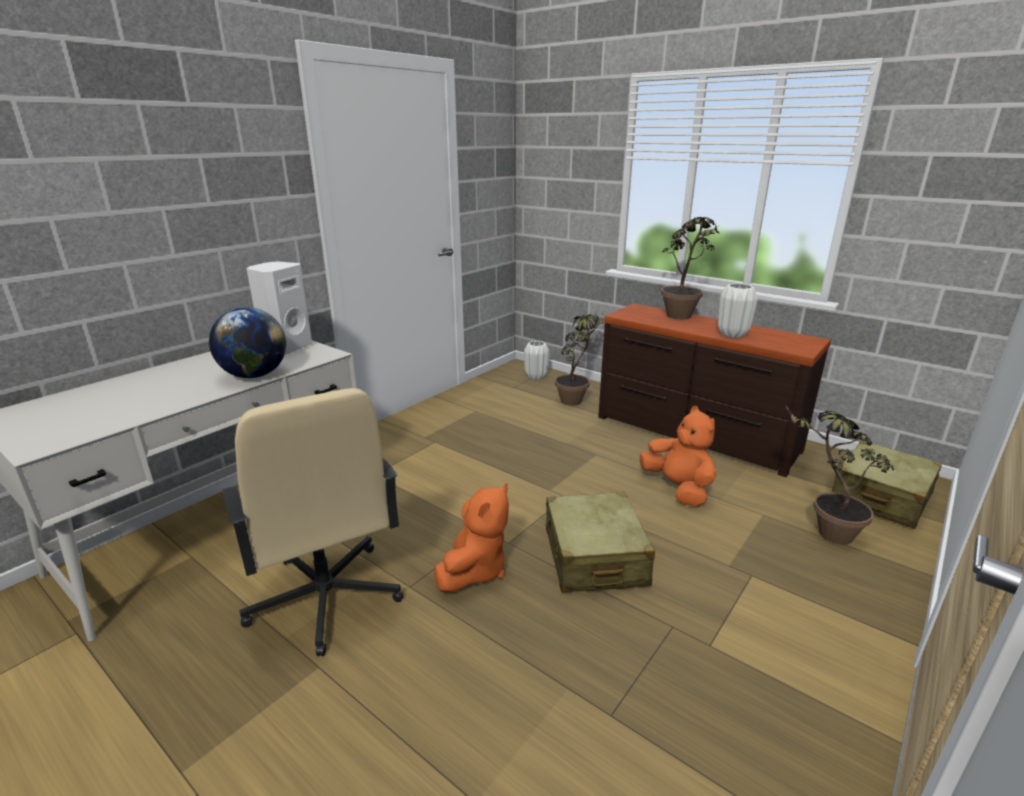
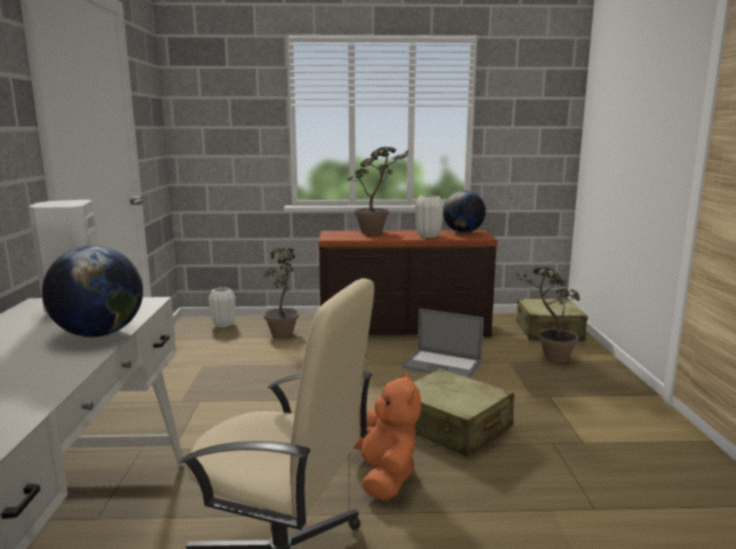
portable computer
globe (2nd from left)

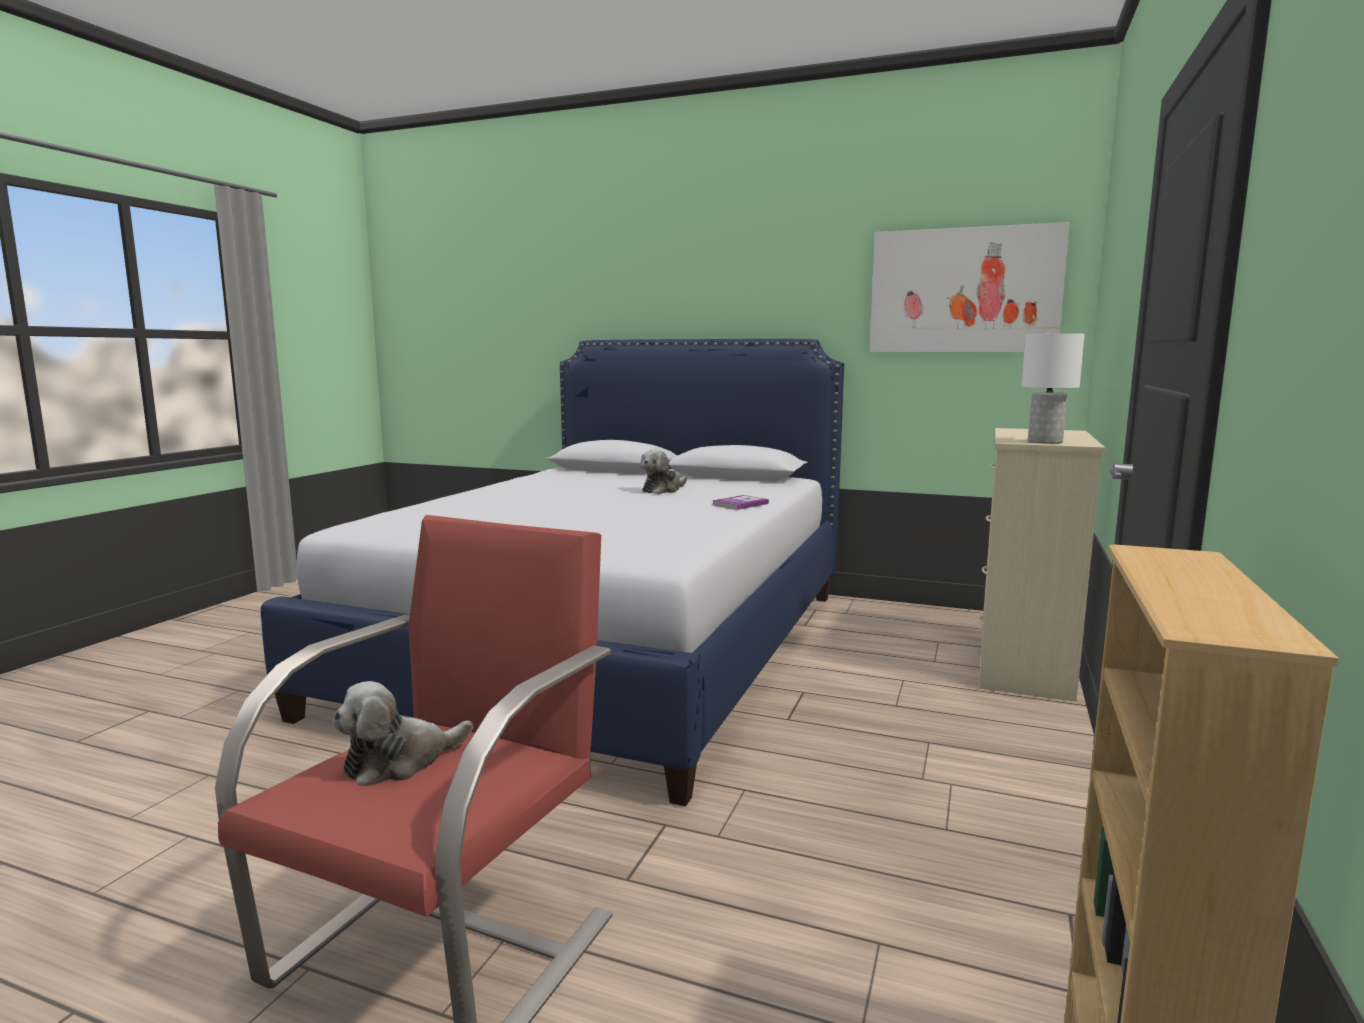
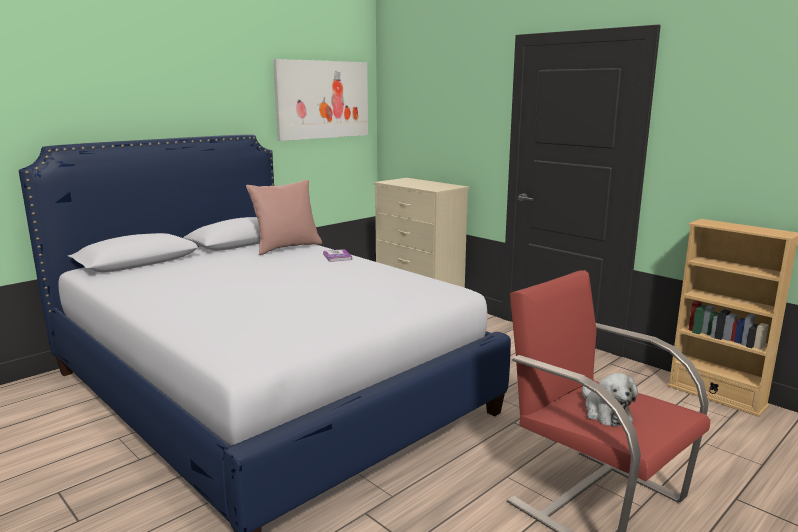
soft toy (2nd from left in the first image)
white-coloured lamp for a table
pink-coloured pillow

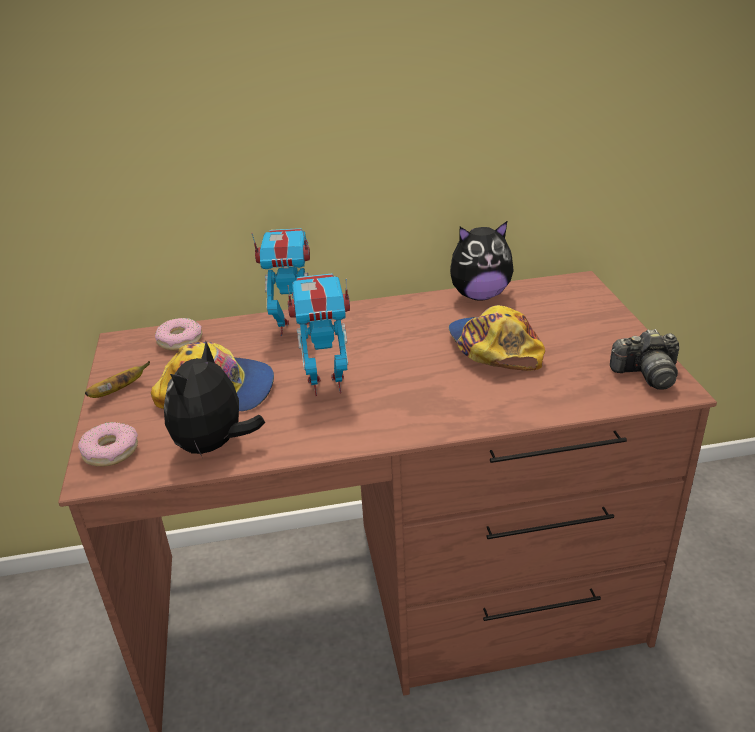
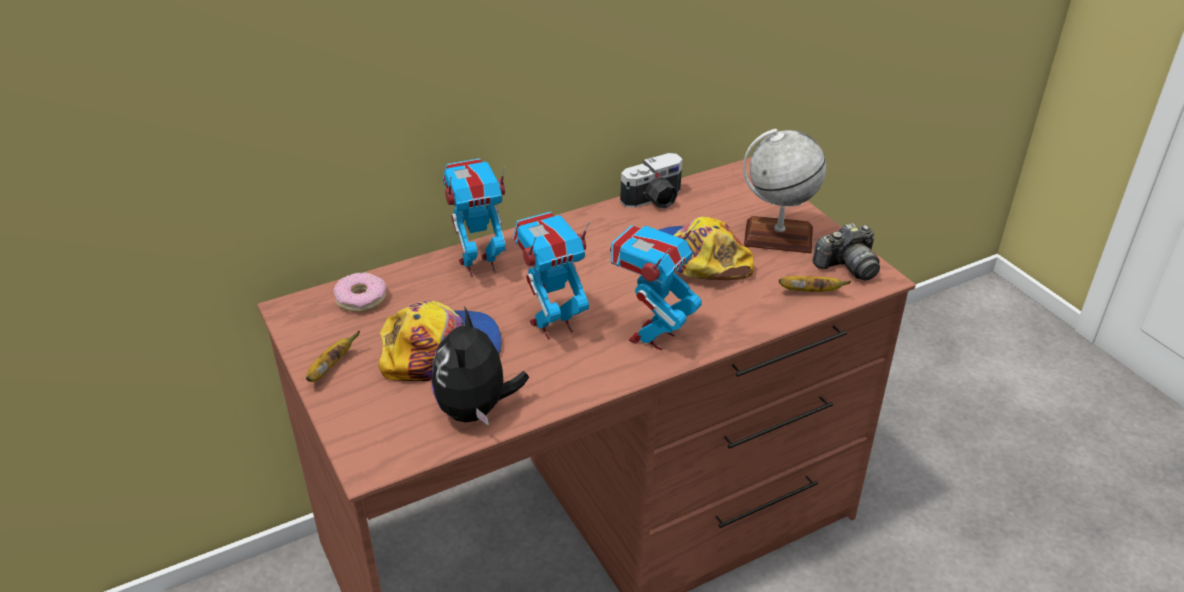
donut (1st from left in the first image)
still camera (1st from left)
toy robot (3rd from left)
globe
whole banana (2nd from left)

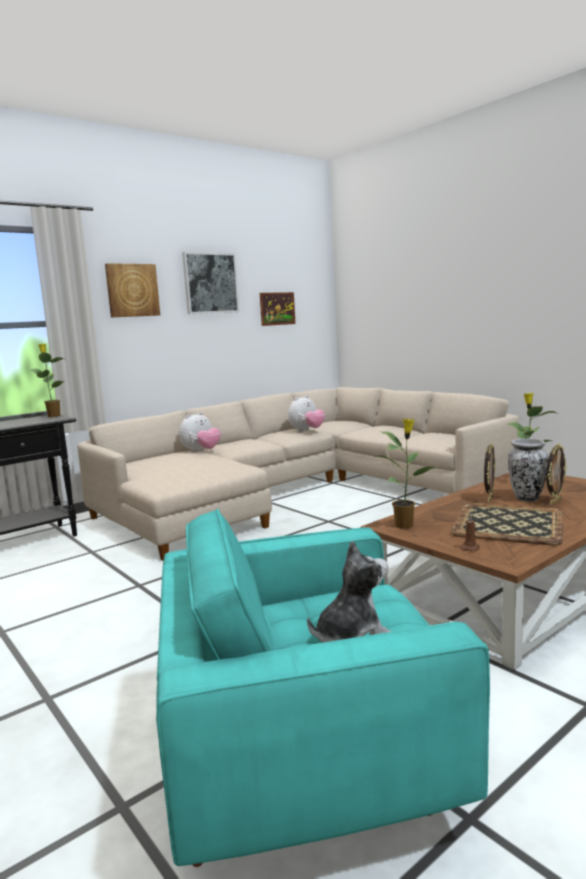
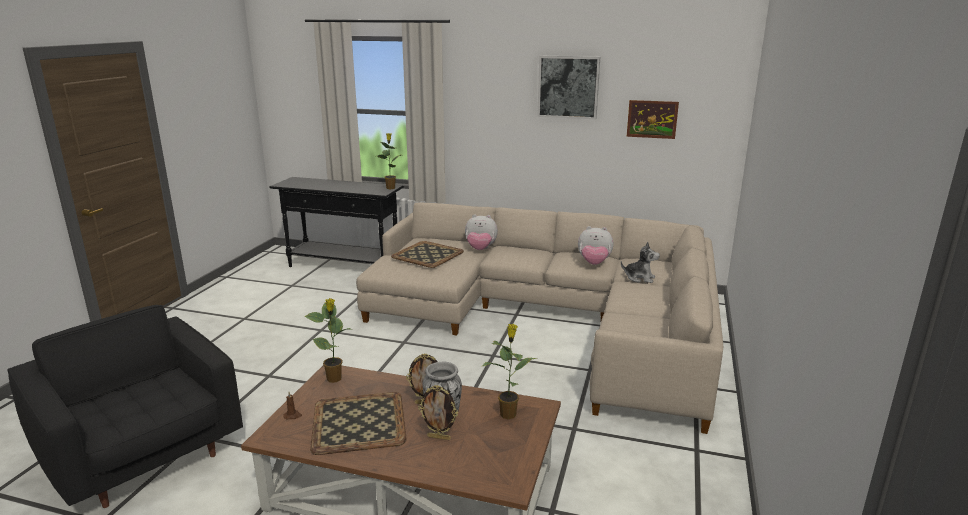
picture (1st from left in the first image)
blackish easy chair
soft toy (3rd from left)
carrying tray (2nd from left)

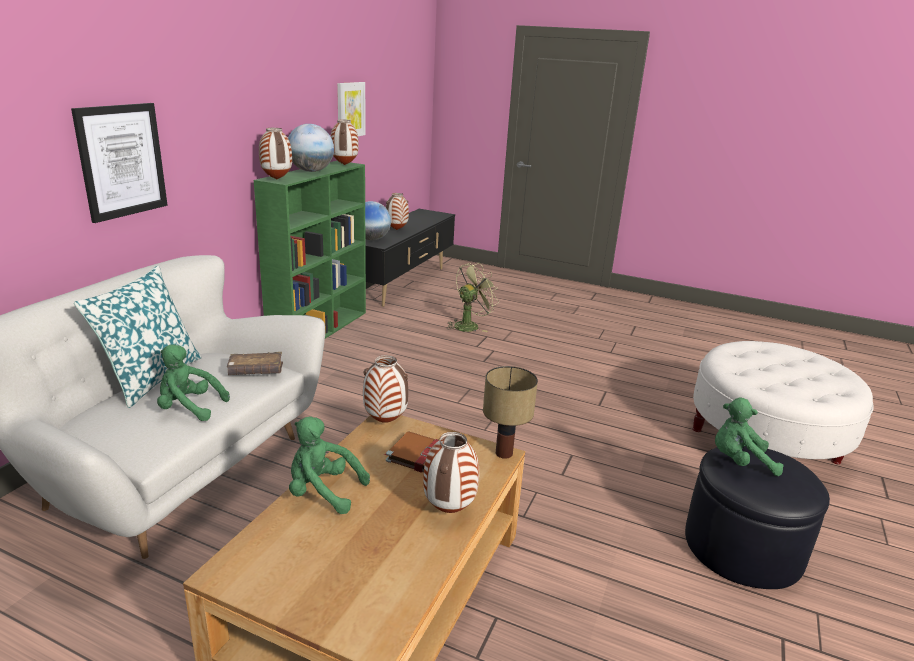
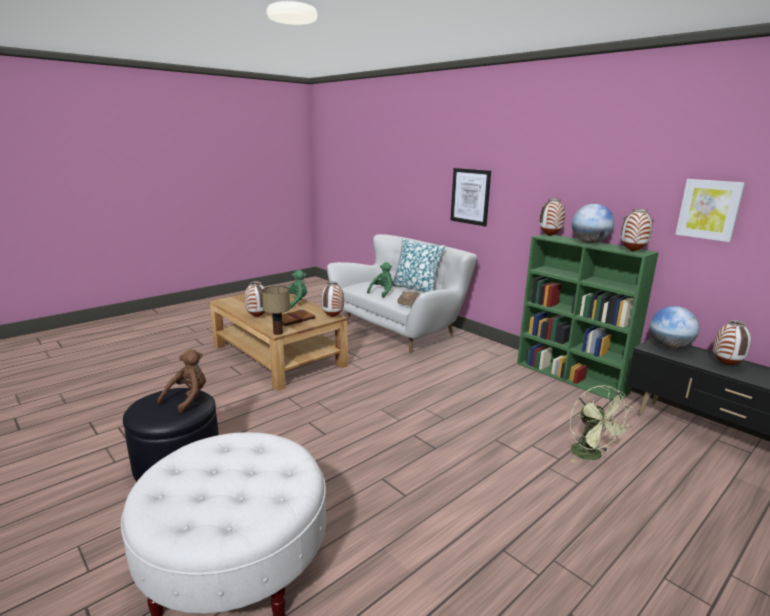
brown-coloured soft toy

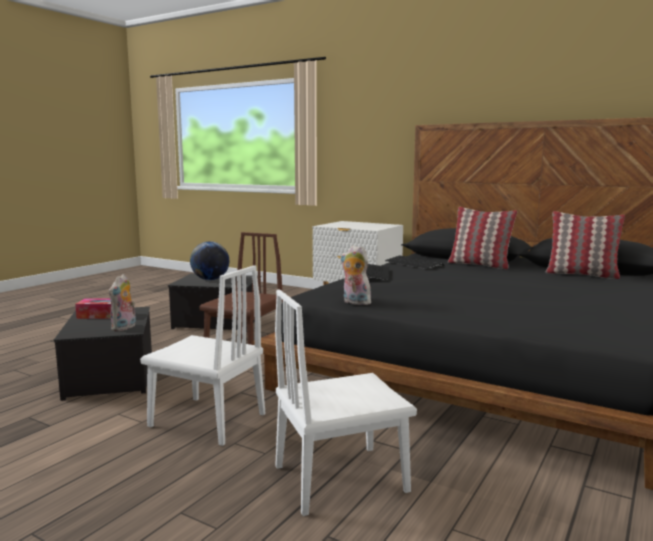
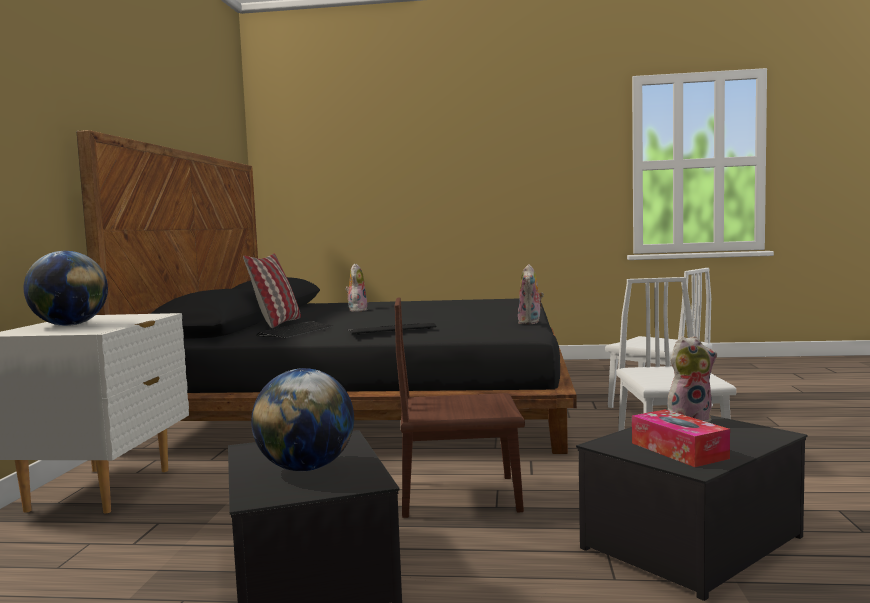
pillow (2nd from left in the first image)
globe (1st from left)
soft toy (1st from left)

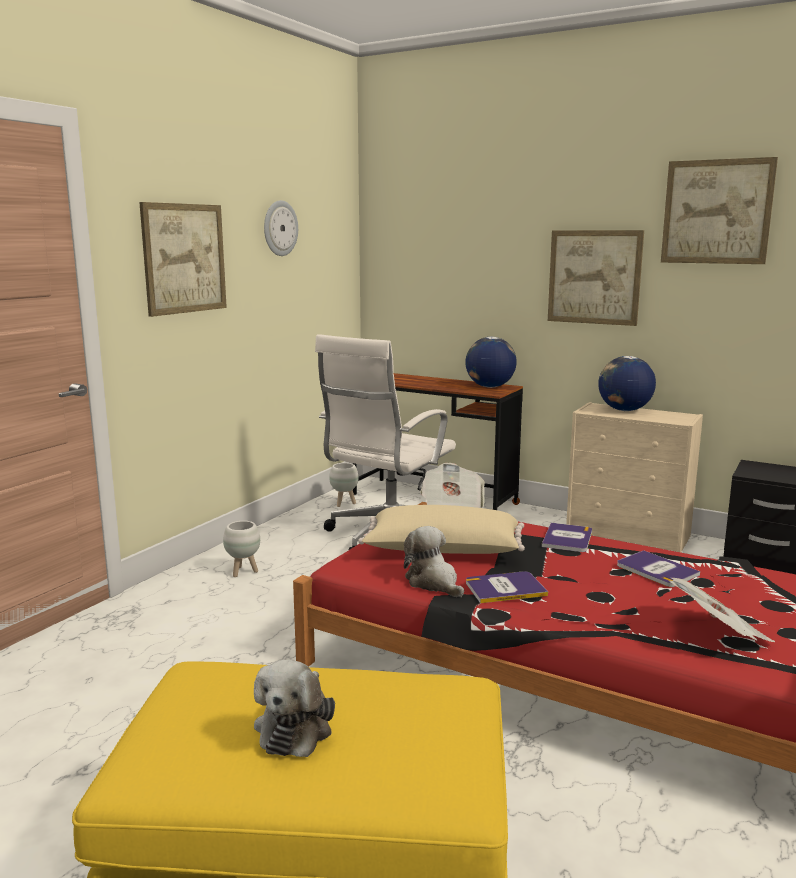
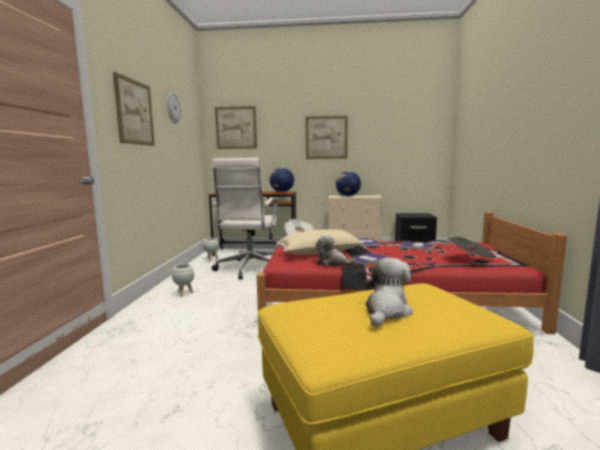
soft toy (2nd from left)
picture (2nd from left)

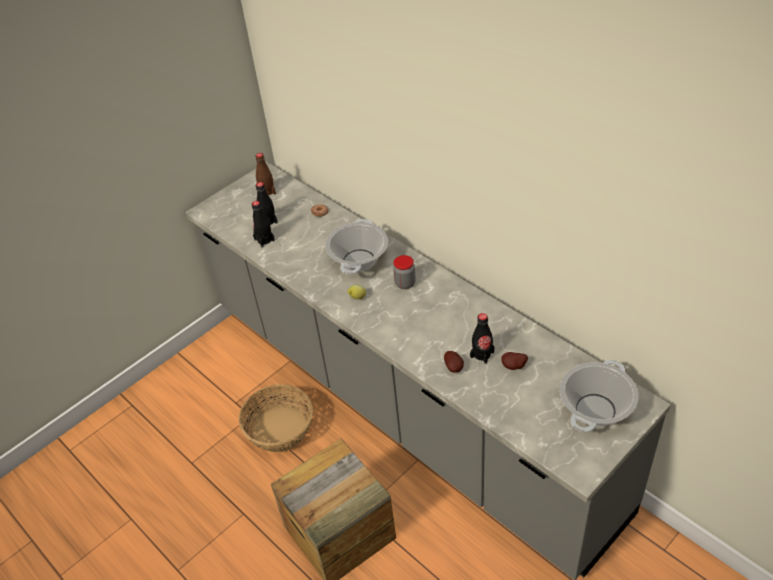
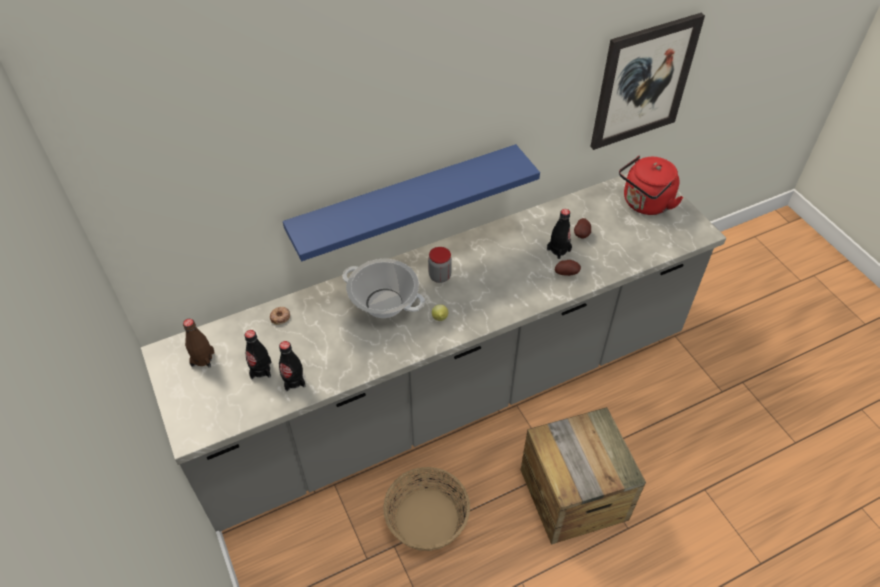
red-coloured kettle
blue bracket shelf
picture

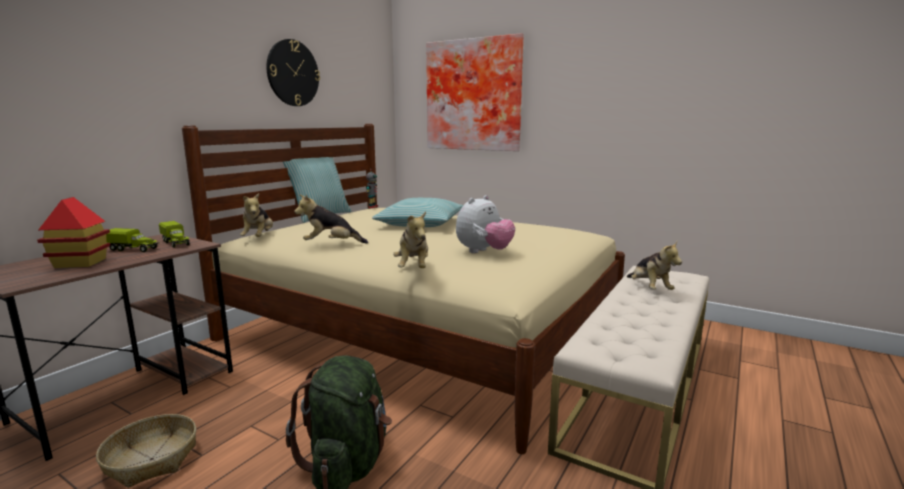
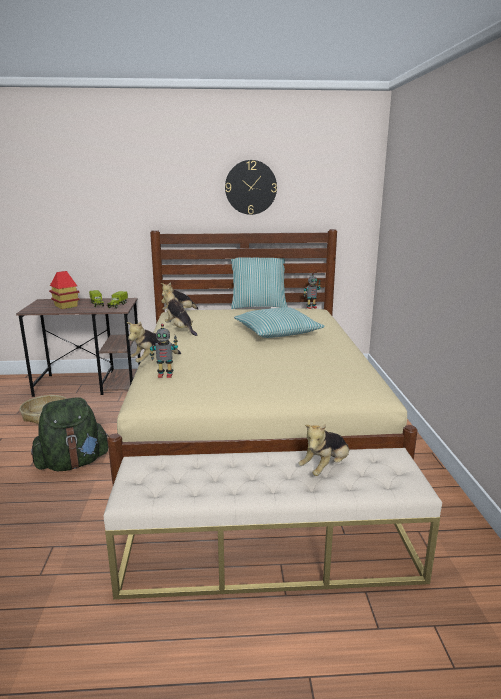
picture
soft toy (4th from left in the first image)
toy robot (1st from left)

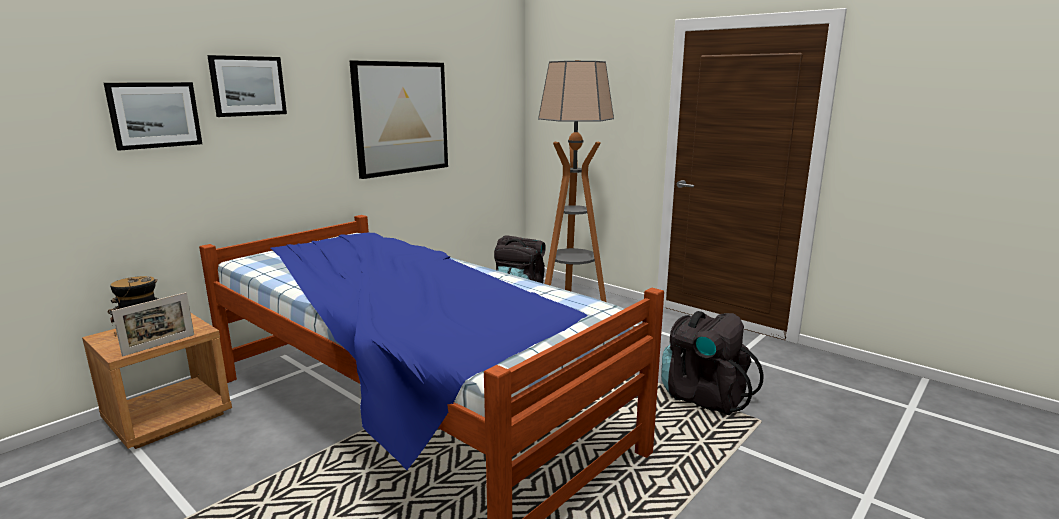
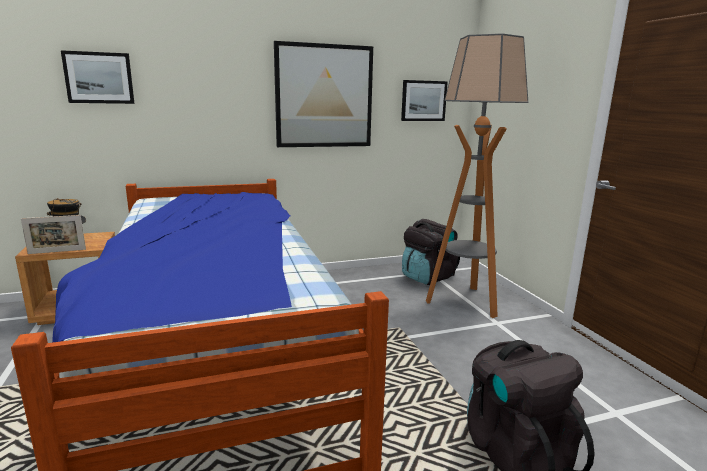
picture (3rd from left)

